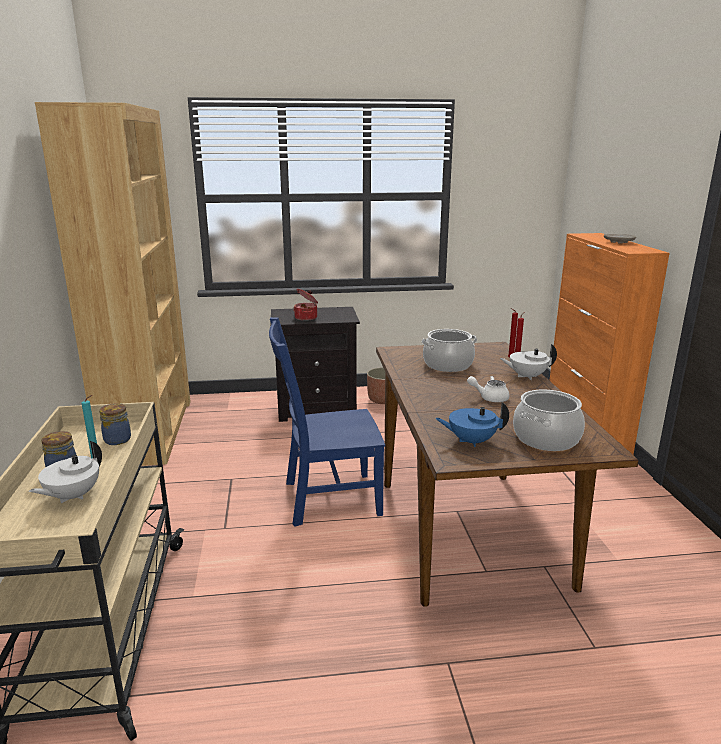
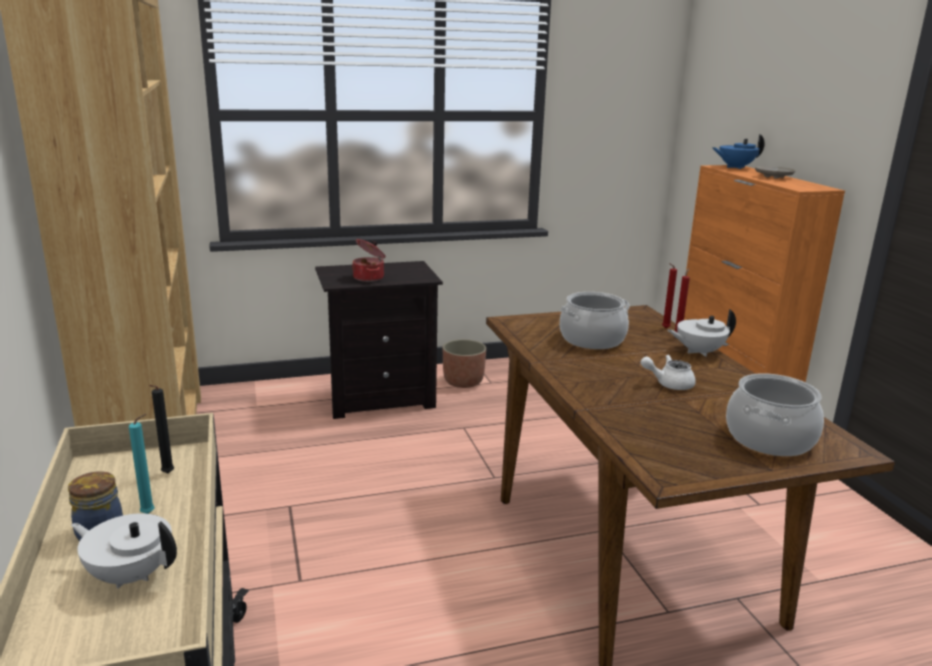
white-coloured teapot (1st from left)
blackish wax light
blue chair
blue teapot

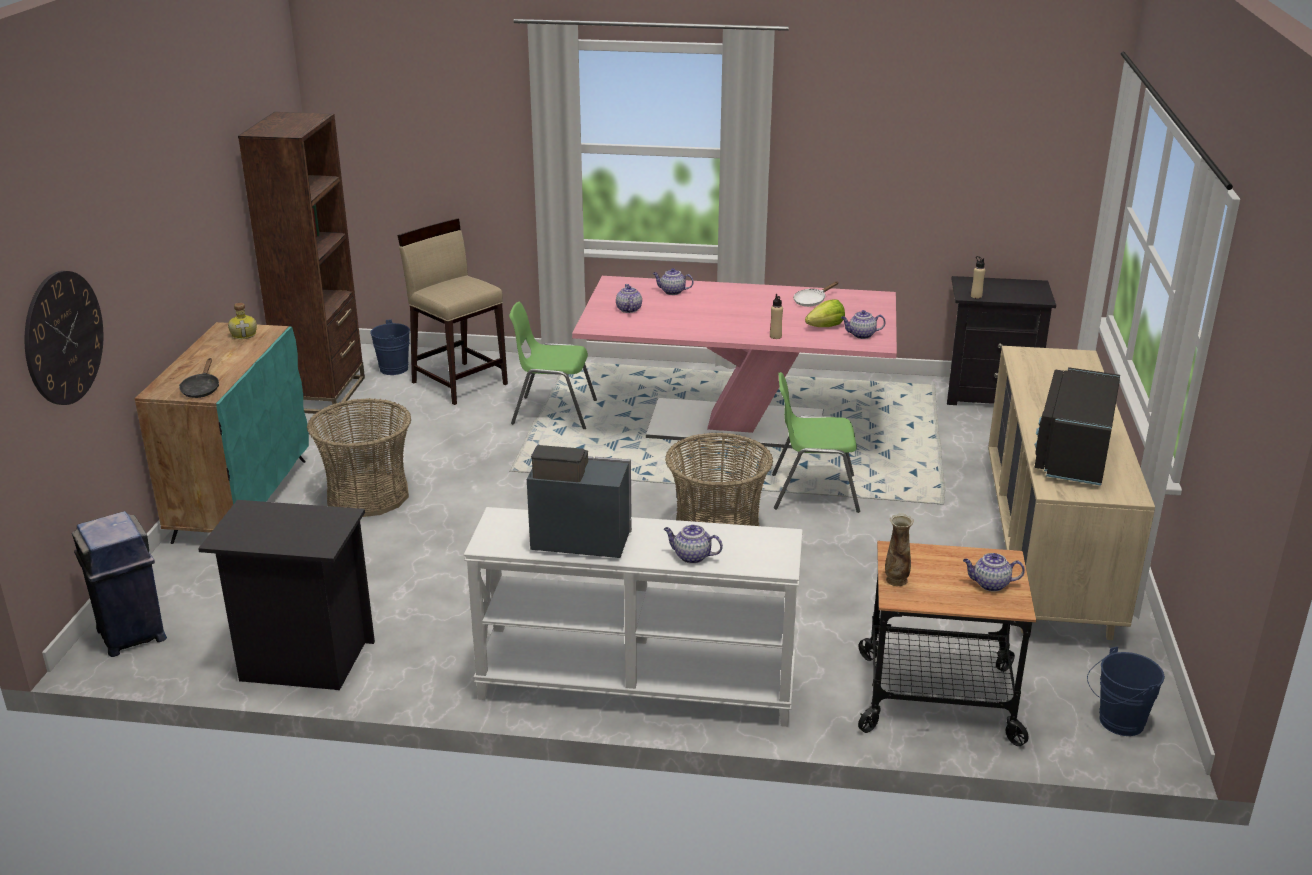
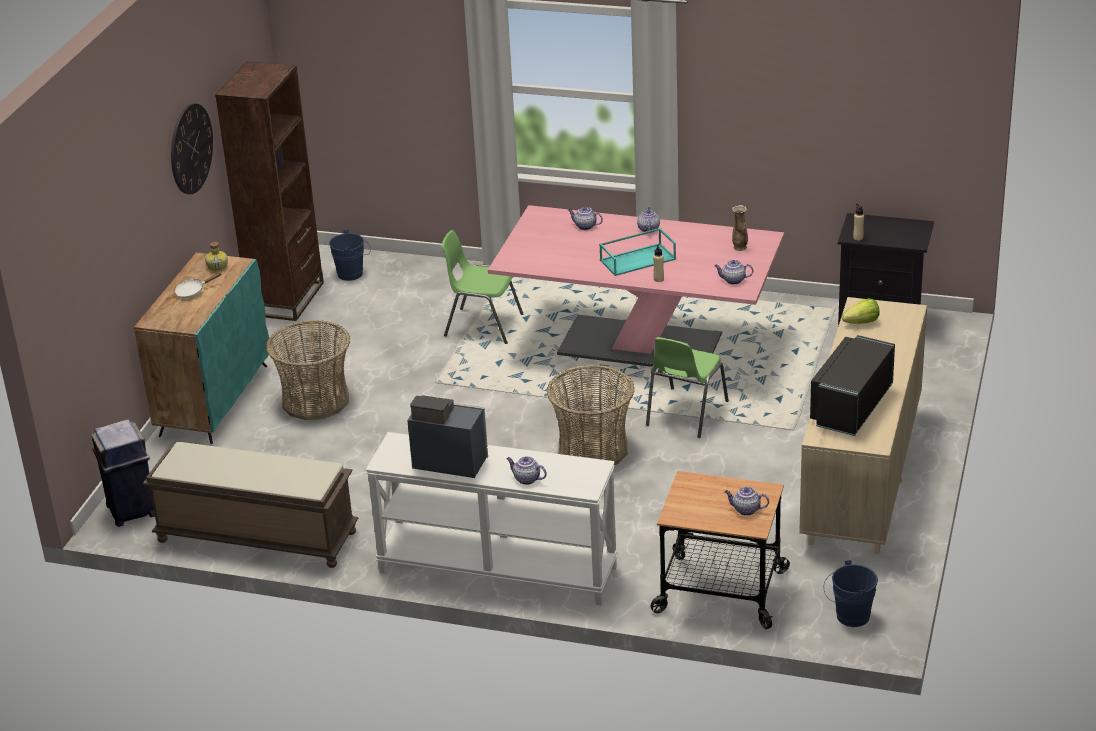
wall clock
blackish pan
brown-coloured indoor bench
beige-coloured stool seat
teapot (3rd from left)
green chair (2nd from left)
white-coloured pan
lettuce
decorative vase
turquoise-coloured carrying tray

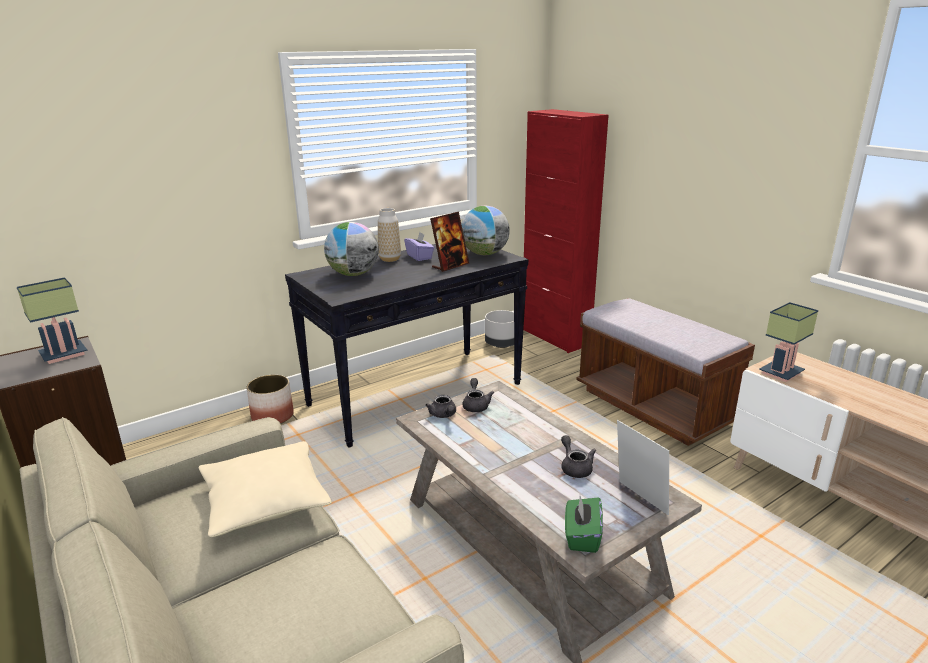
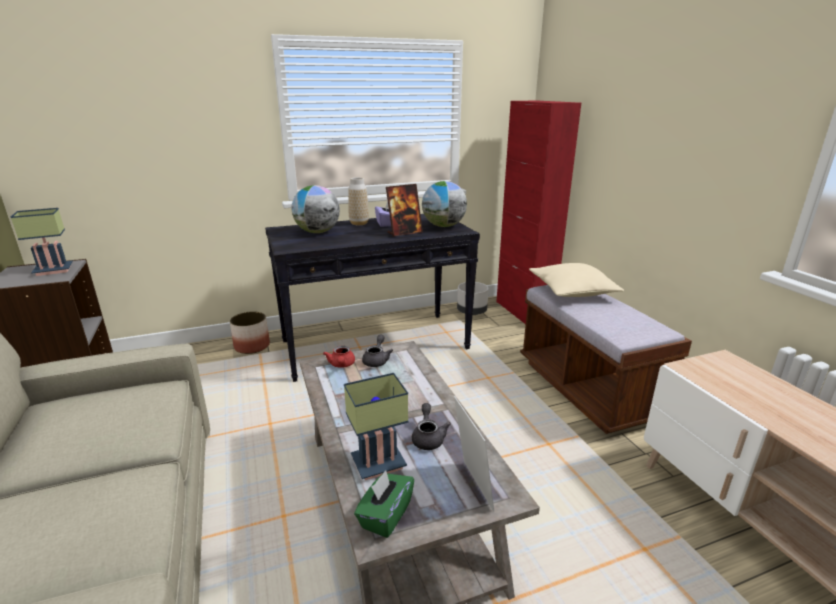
beige-coloured pillow
red-coloured teapot
lamp for a table (2nd from left)

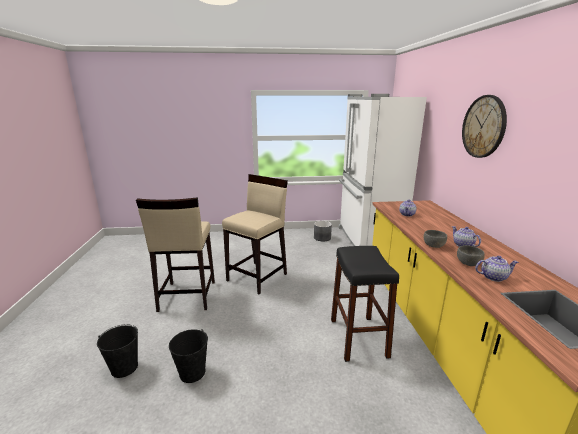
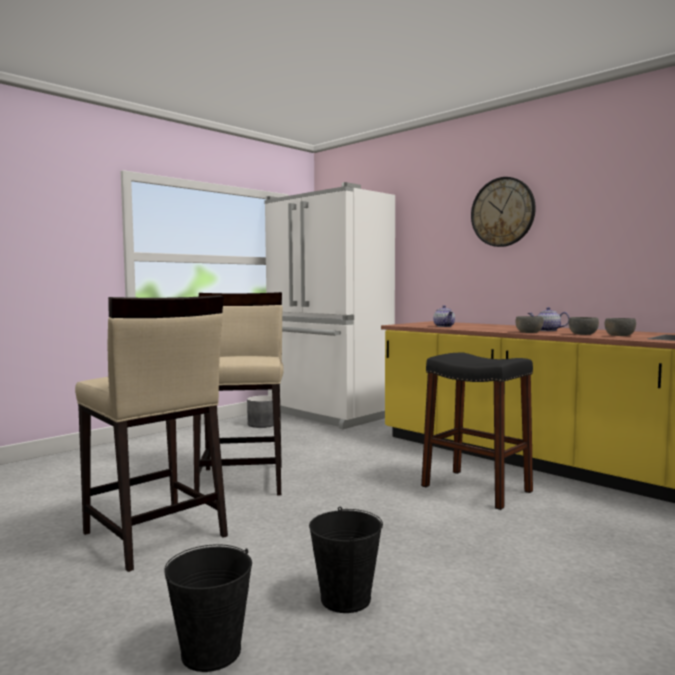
gray bowl (3rd from left)

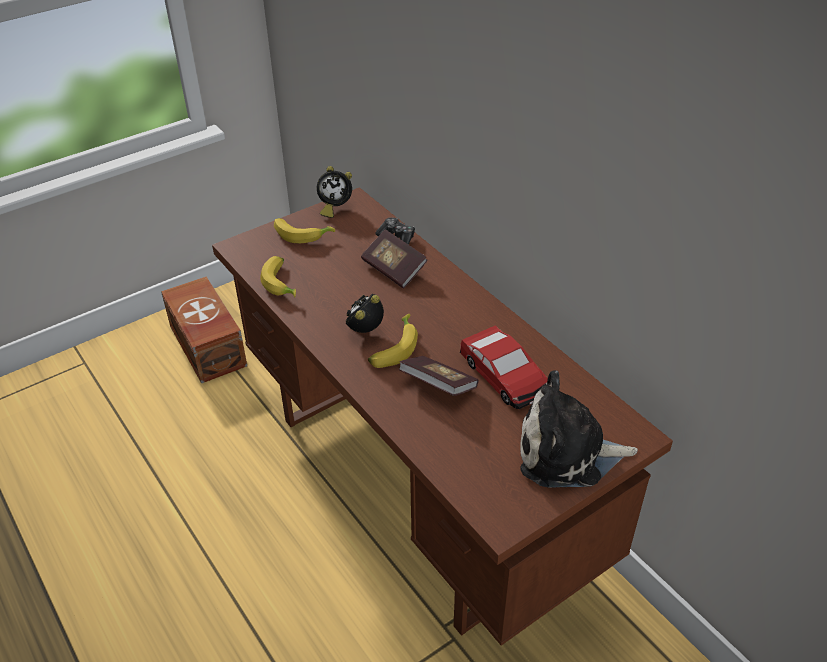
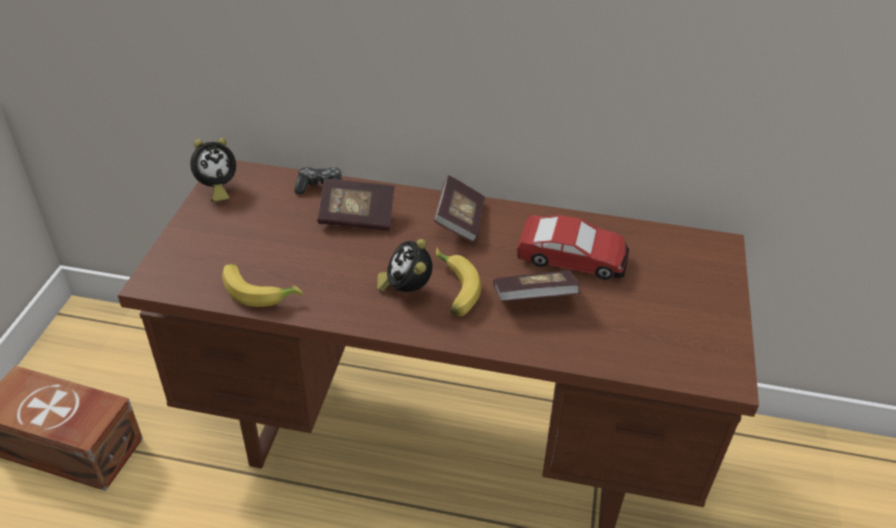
whole banana (2nd from left in the first image)
soft toy
book (2nd from left)

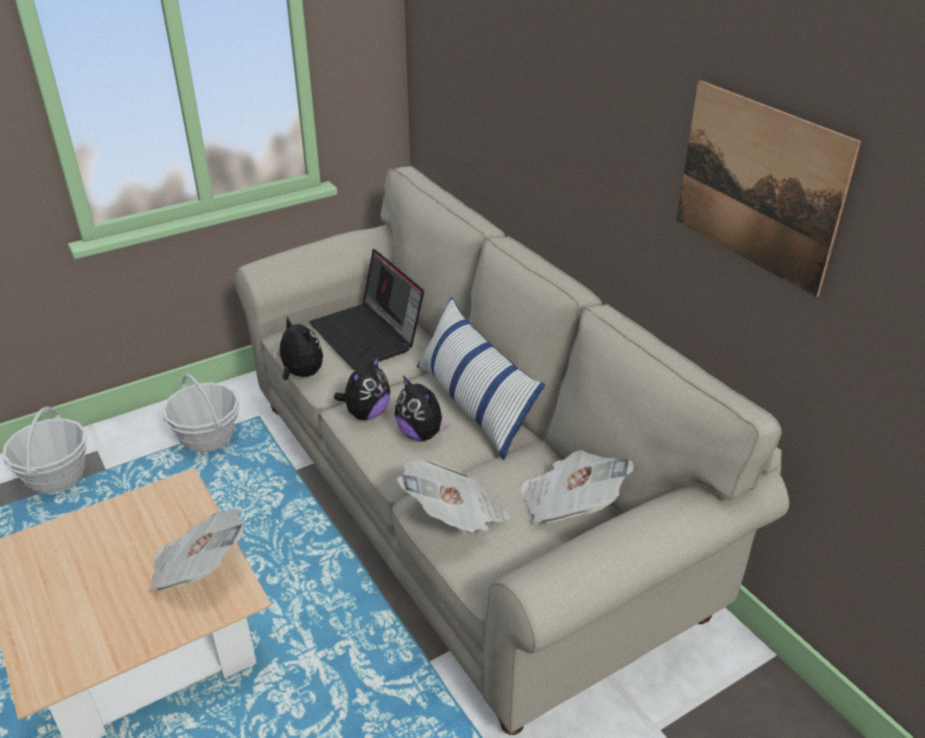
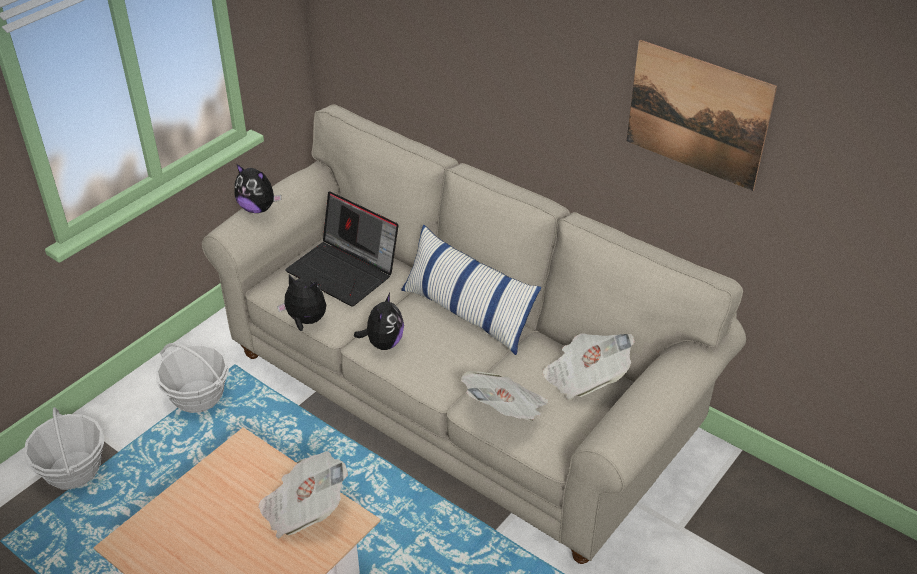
soft toy (1st from left)

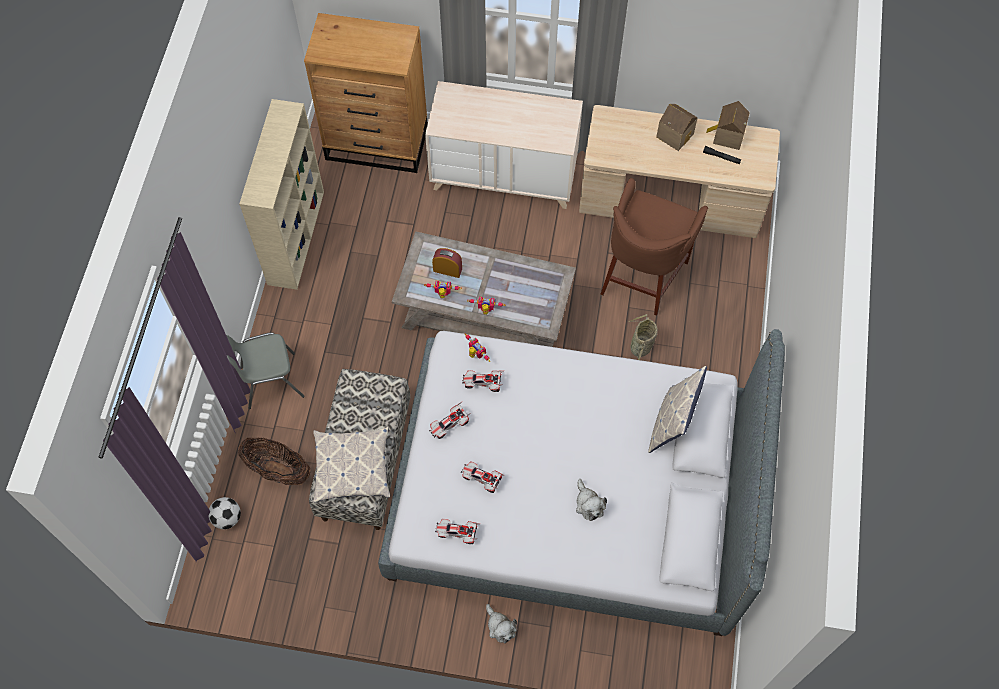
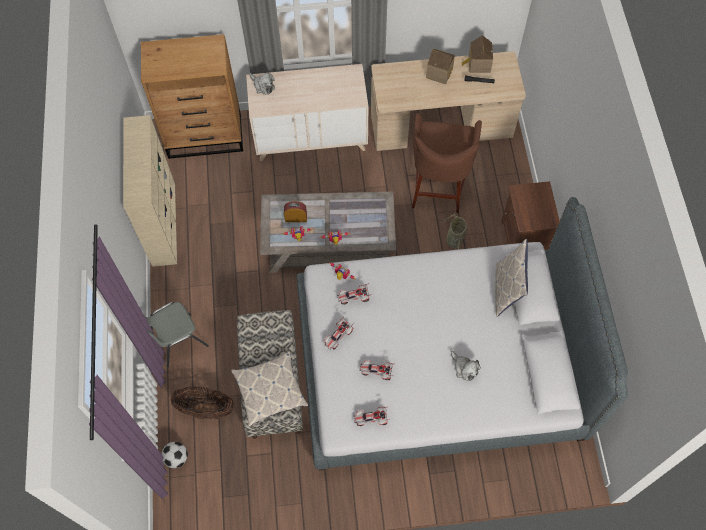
soft toy (1st from left)
brown-coloured nightstand

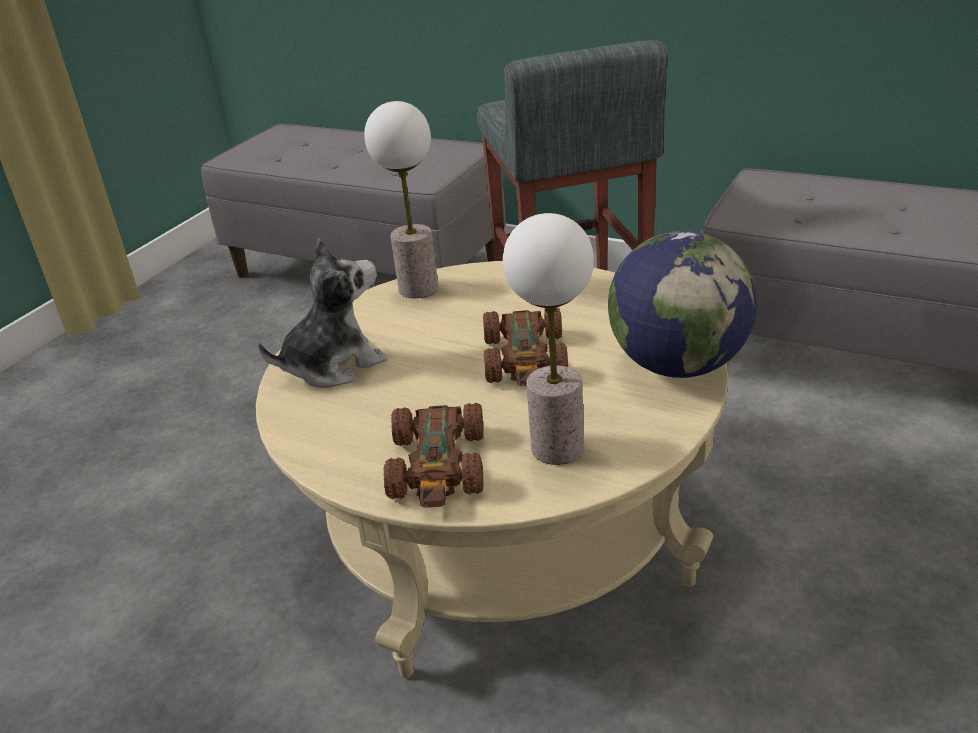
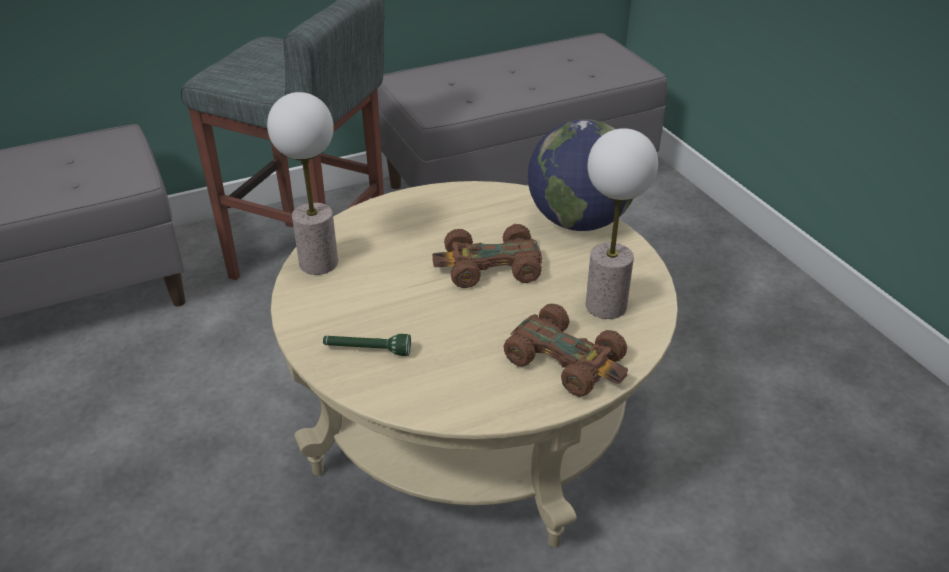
green torch
brown-coloured miniature car (1st from left)

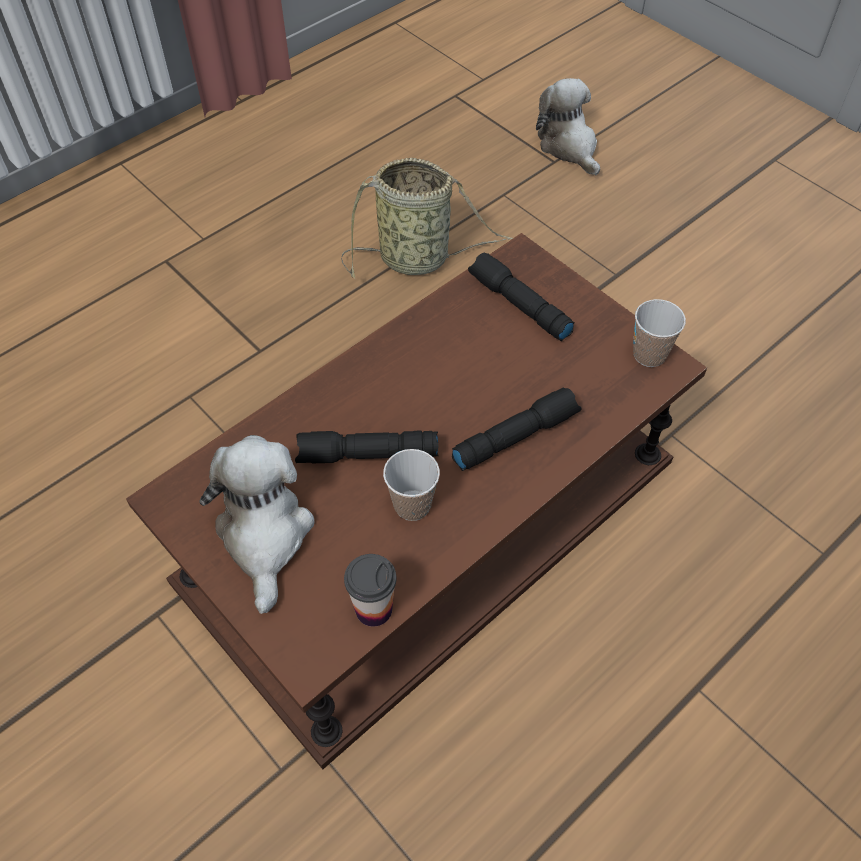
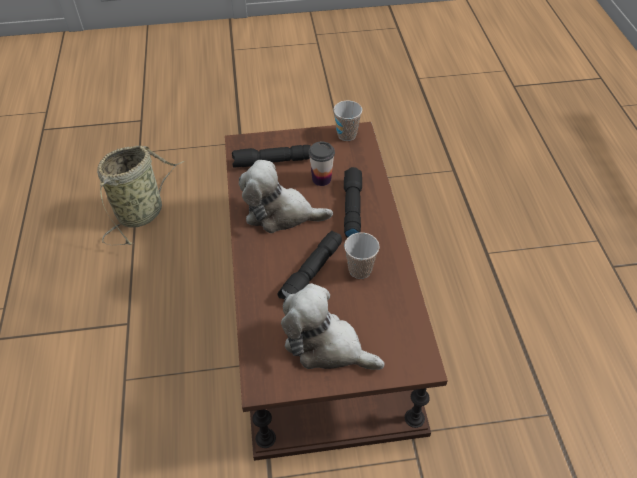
small cup (1st from left)
soft toy (1st from left)

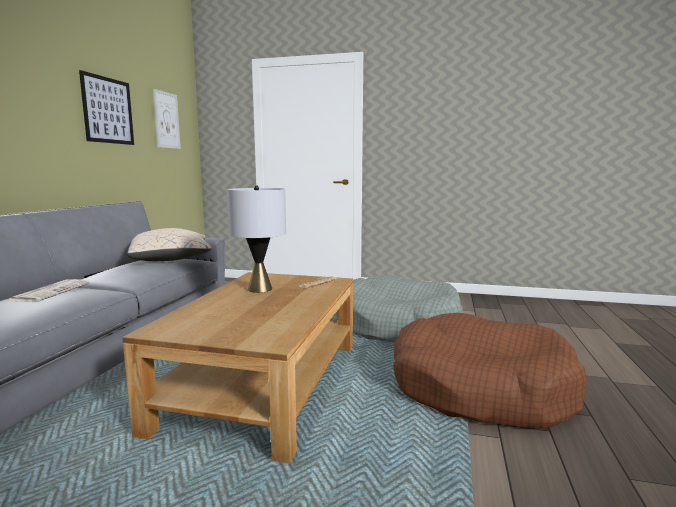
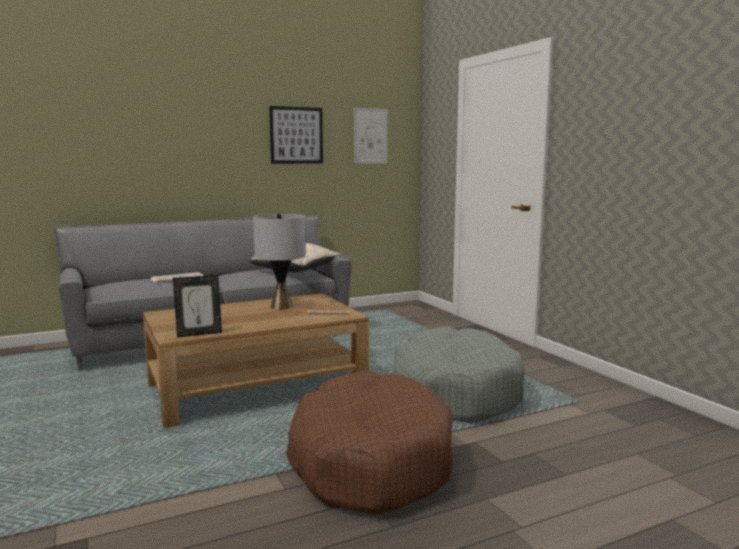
standing frame

